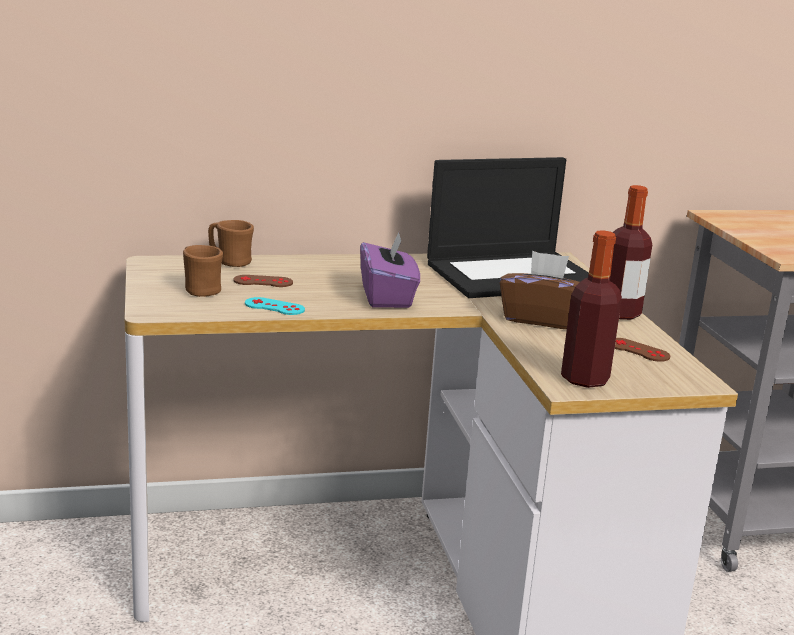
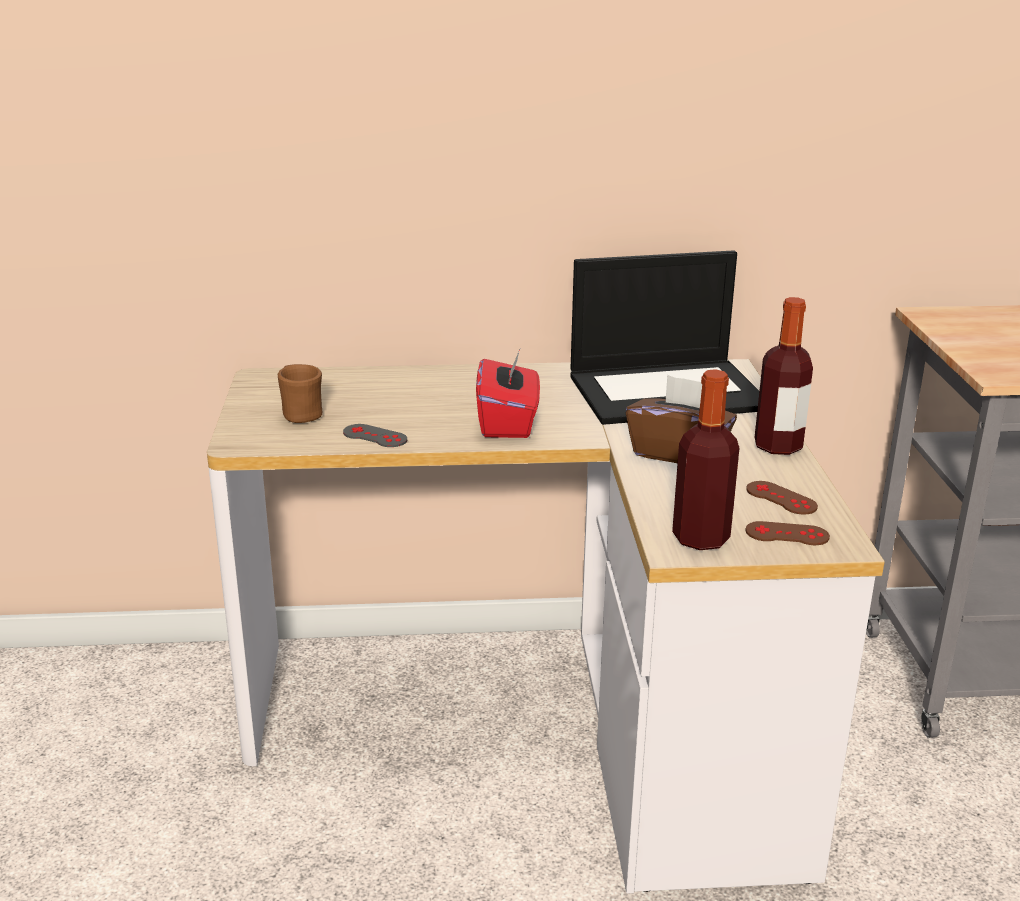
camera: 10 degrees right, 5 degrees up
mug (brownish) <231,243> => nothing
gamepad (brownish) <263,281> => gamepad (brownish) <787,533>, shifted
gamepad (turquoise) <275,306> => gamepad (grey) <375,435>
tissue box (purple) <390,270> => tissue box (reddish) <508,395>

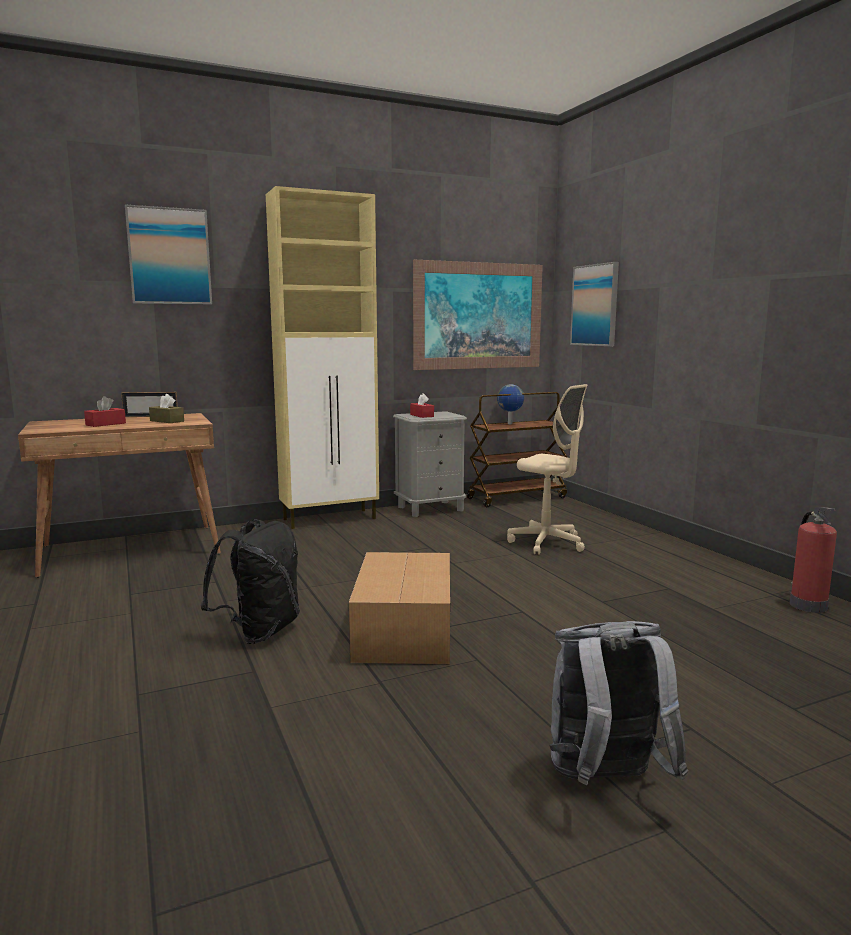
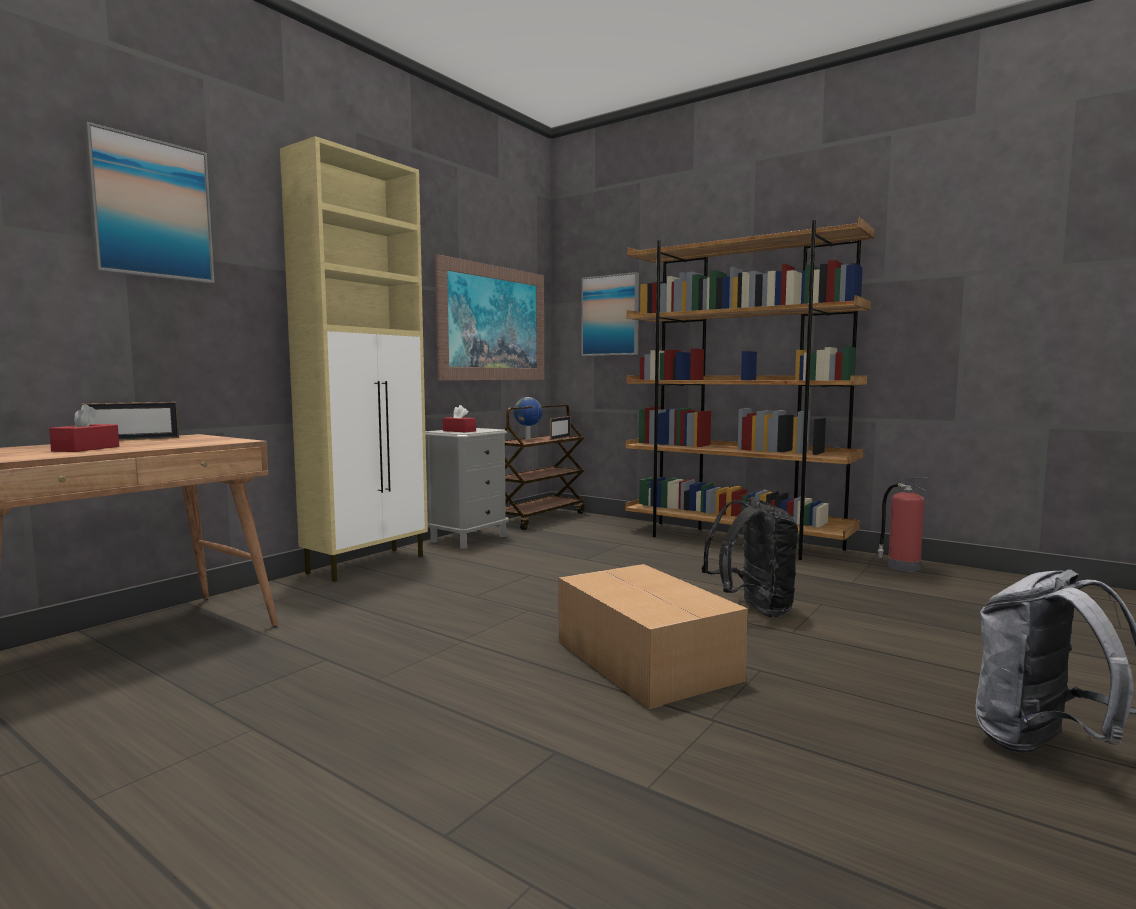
camera: 30 degrees left, 5 degrees down
tissue box (brownish) <166,408> => nothing
computer chair (beige-coloured) <547,469> => nothing
nothing => standing frame <560,428>
nothing => bookshelf (brownish) <750,388>
knapsack (blackish) <250,581> => knapsack (blackish) <750,556>, shifted

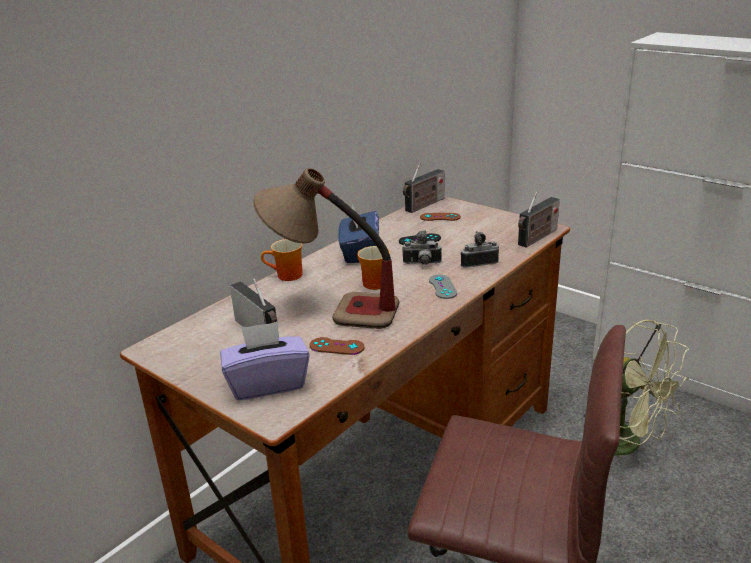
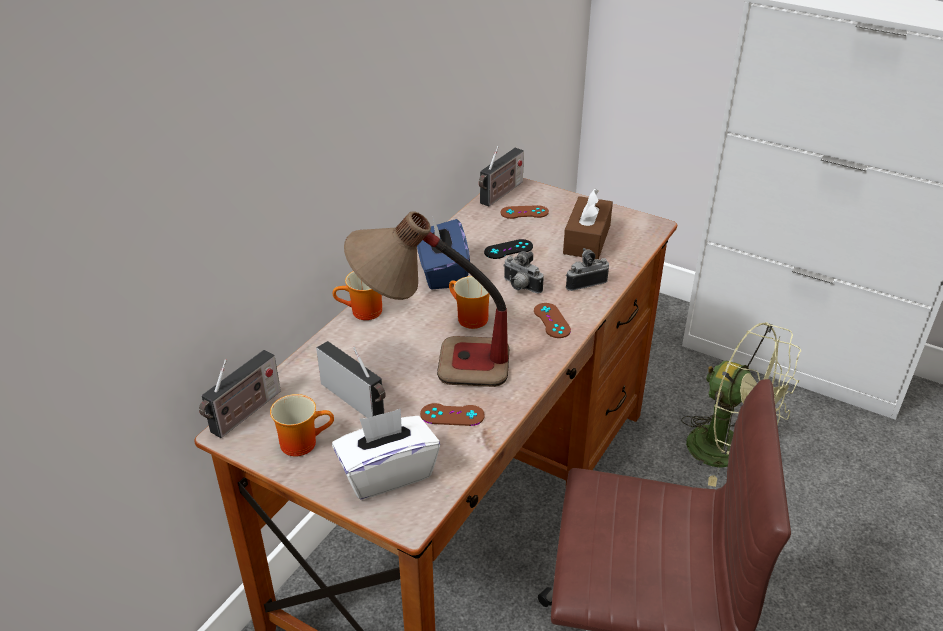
camera: 10 degrees left, 10 degrees up
nothing => mug <302,425>
nothing => tissue box (brownish) <588,224>
radio <539,219> => radio <240,394>, shifted
tissue box (purple) <265,361> => tissue box (white-coloured) <386,454>
gamepad (grey) <443,287> => gamepad (brownish) <552,320>
photo camera <422,247> => photo camera <523,272>, 45 degrees clockwise

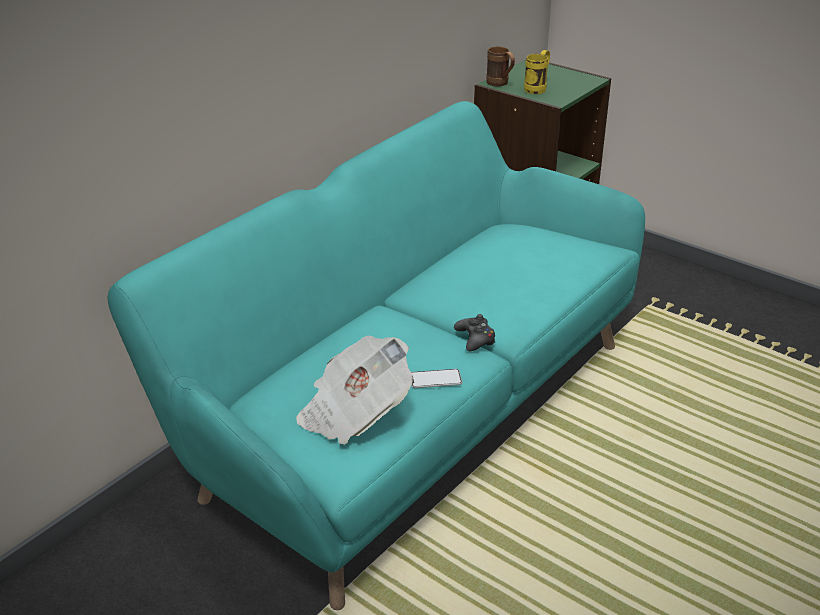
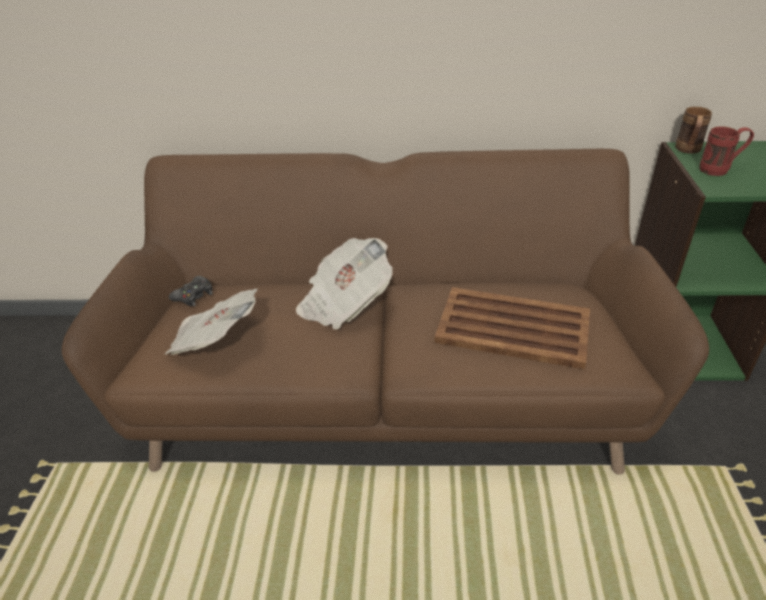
camera: 55 degrees right, 5 degrees up
telephone <436,378> => nothing
nothing => printed paper <344,284>
nothing => tray (brownish) <512,328>
gamepad (blackish) <474,332> => gamepad (blackish) <191,291>, shifted
settee (turquoise) <376,355> => settee (brownish) <385,312>
mug (yellow) <537,72> => mug (reddish) <726,151>

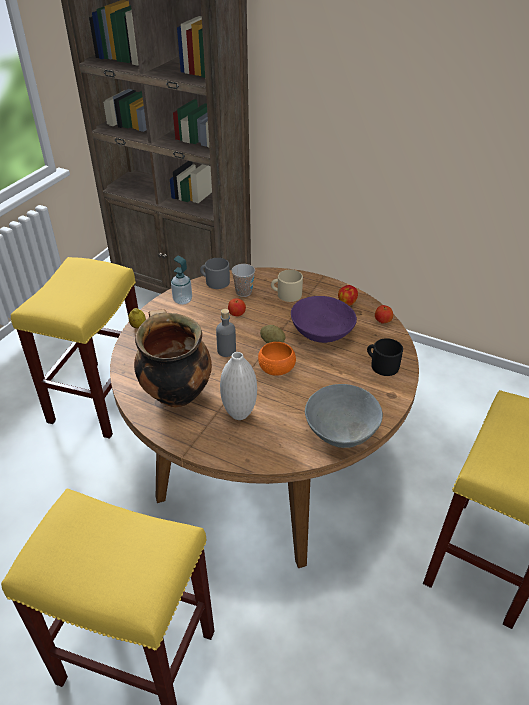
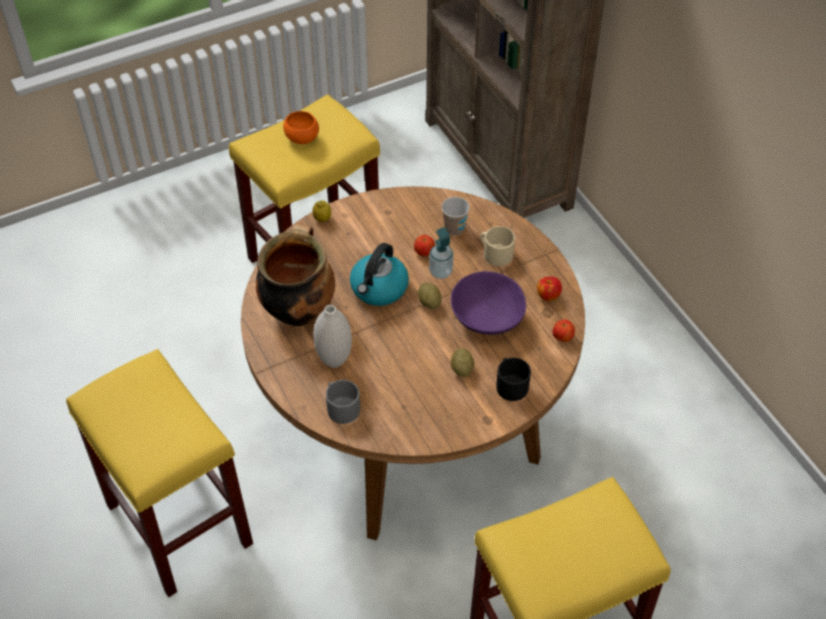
camera: 35 degrees right, 10 degrees up
bowl (grey) <344,416> => nothing
nothing => potato <462,362>
soap bottle <181,280> => soap bottle <441,253>, shifted
mug (grey) <215,273> => mug (grey) <343,402>, shifted
bowl (orange-coloured) <277,359> => bowl (orange-coloured) <301,127>, shifted
bottle (grey) <226,333> => tea kettle <379,274>

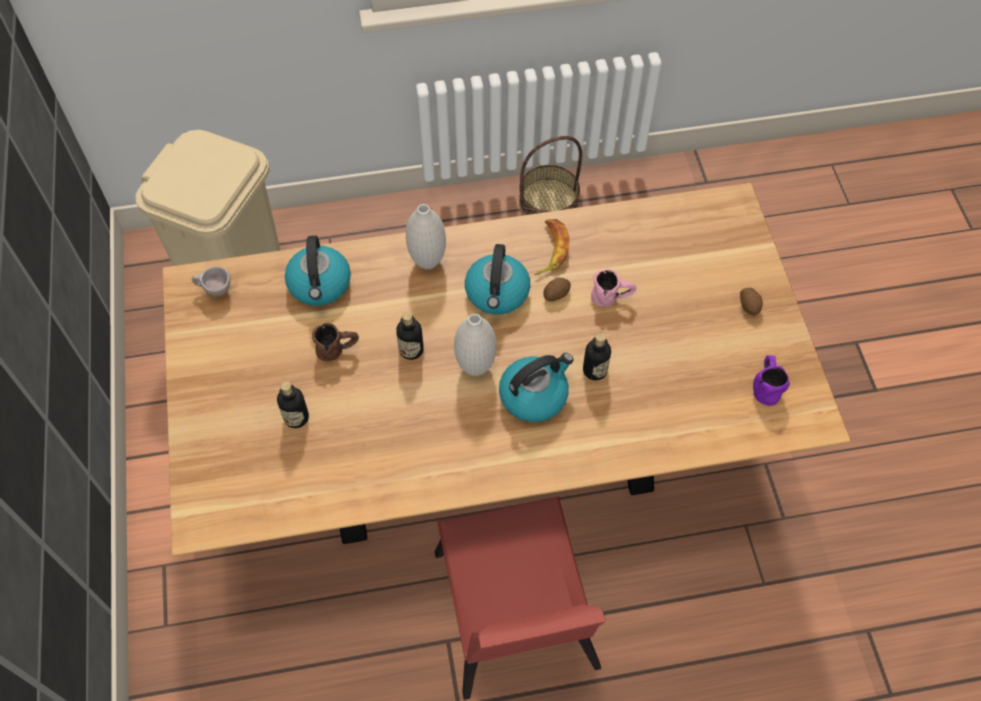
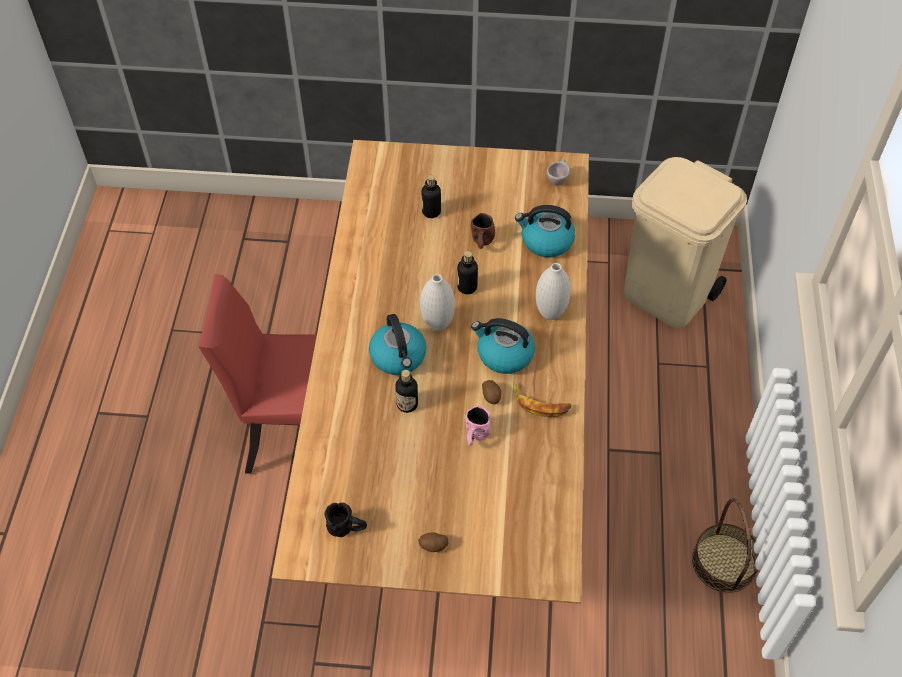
camera: 105 degrees right, 5 degrees down
mug (purple) <771,380> => mug (blackish) <346,520>

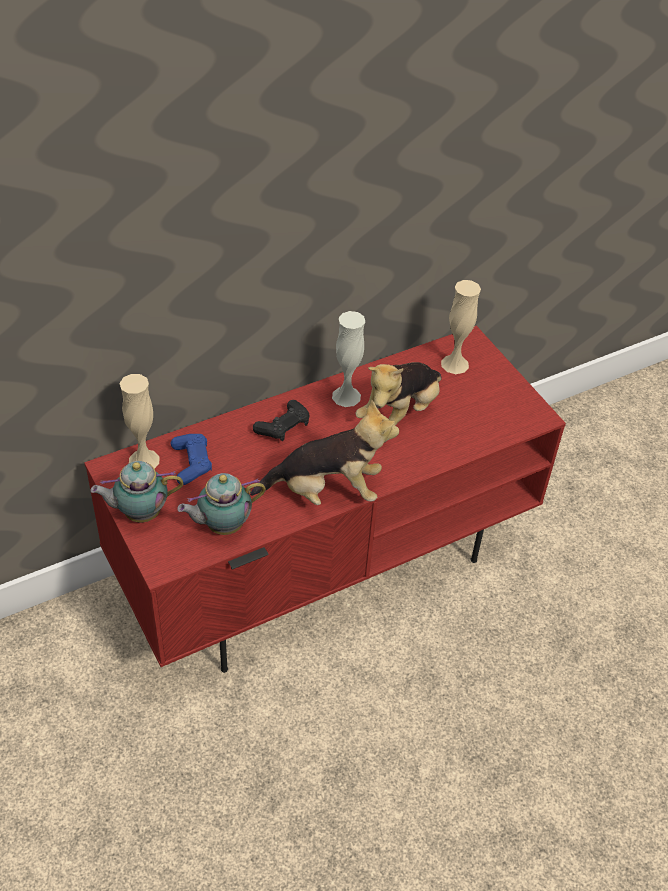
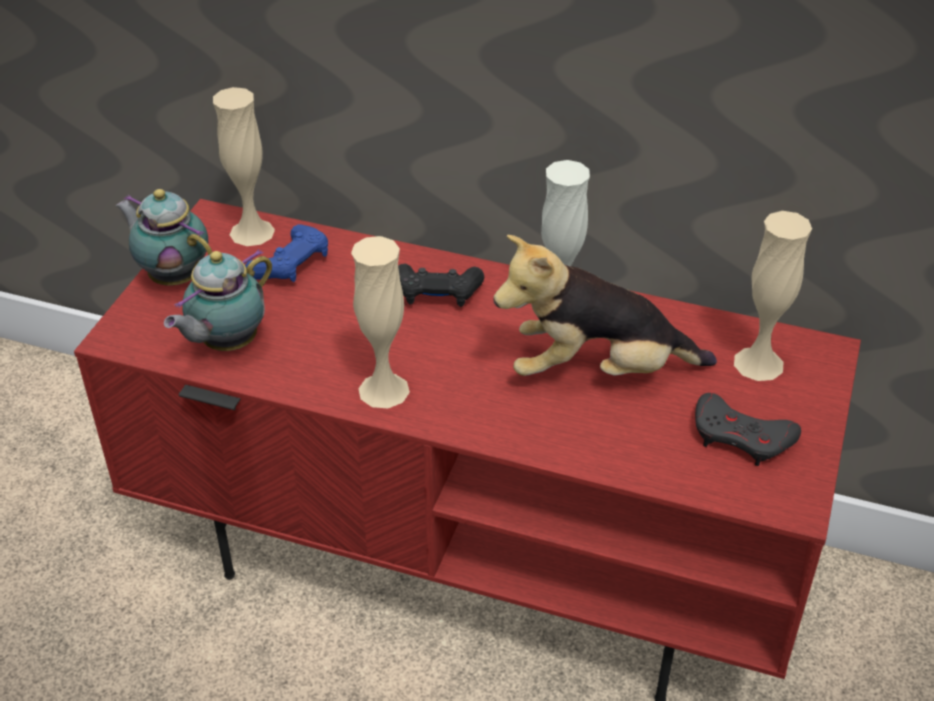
camera: 50 degrees right, 5 degrees down
nothing => gamepad (grey) <748,429>
cuddly toy <324,452> => vase (beige-coloured) <380,322>
tea pot <221,504> => tea pot <218,300>, 75 degrees counterclockwise

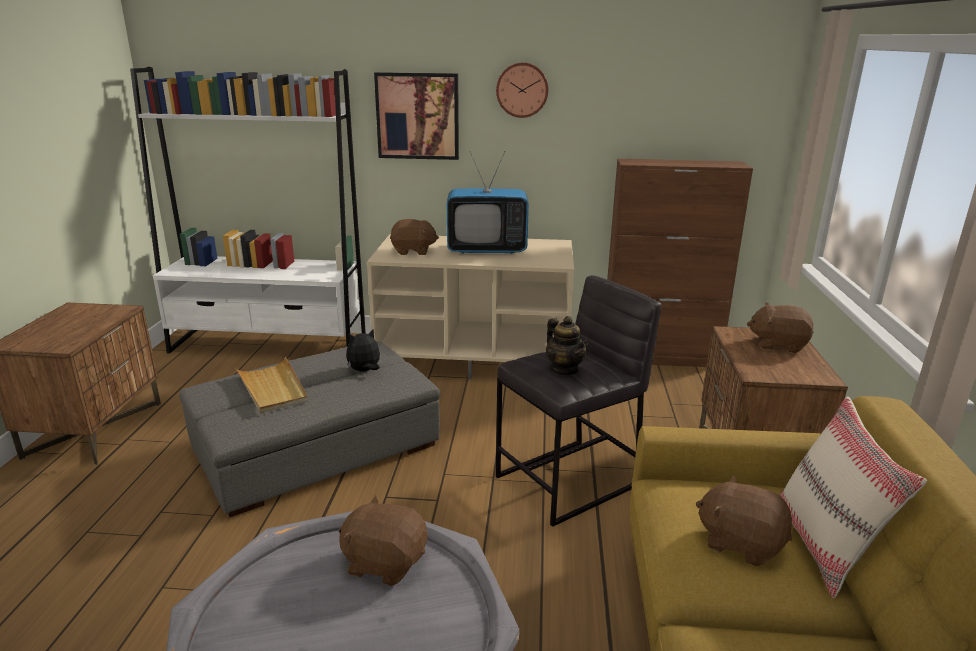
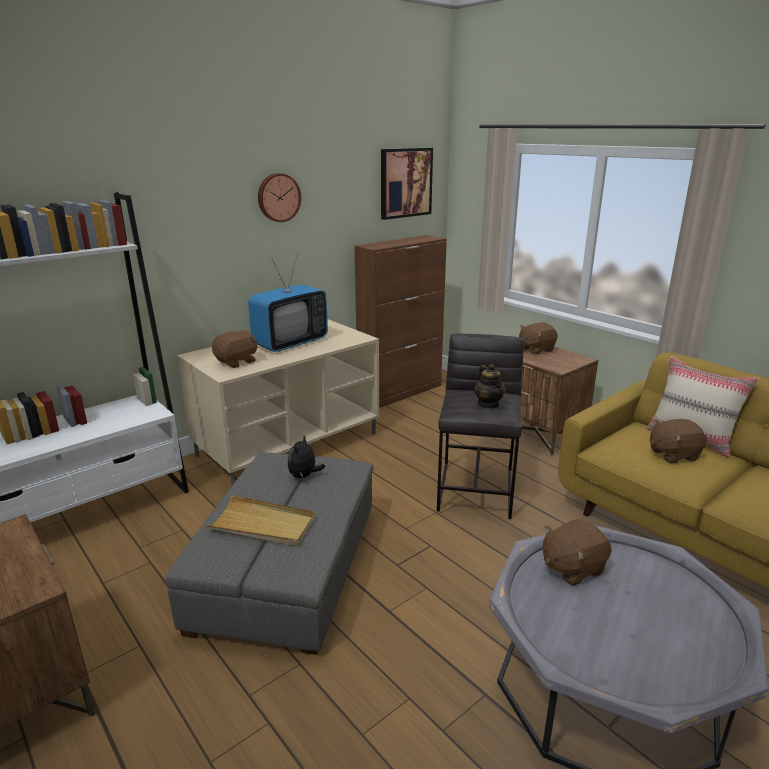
camera: 45 degrees left, 0 degrees up
wall art <416,116> => wall art <407,184>, shifted
tea pot <567,345> => tea pot <490,386>, 60 degrees clockwise

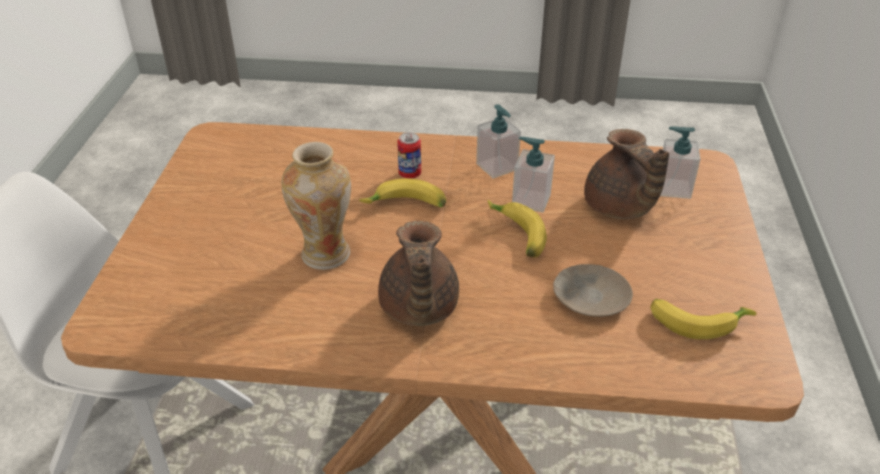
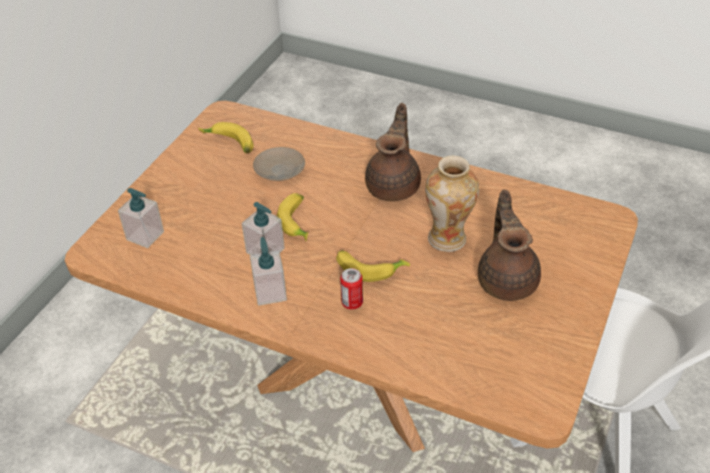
camera: 160 degrees left, 5 degrees up
tea pot (brownish) <626,174> => tea pot (brownish) <509,245>, shifted

